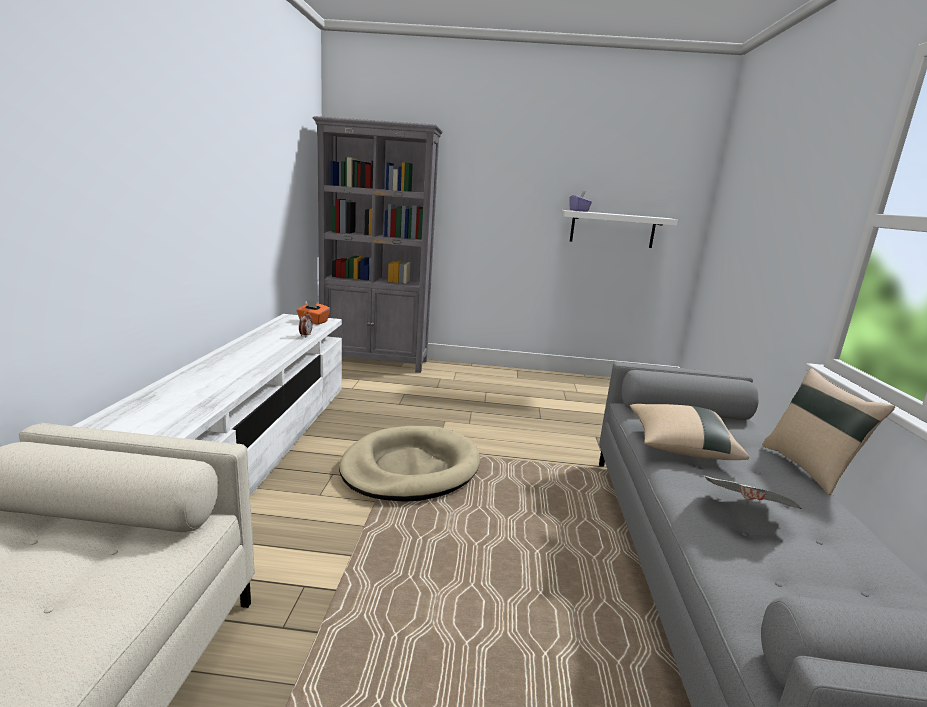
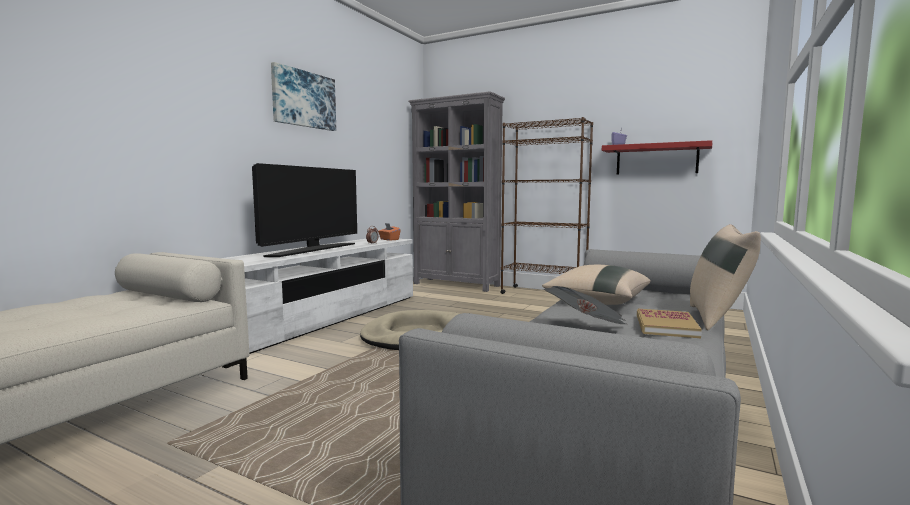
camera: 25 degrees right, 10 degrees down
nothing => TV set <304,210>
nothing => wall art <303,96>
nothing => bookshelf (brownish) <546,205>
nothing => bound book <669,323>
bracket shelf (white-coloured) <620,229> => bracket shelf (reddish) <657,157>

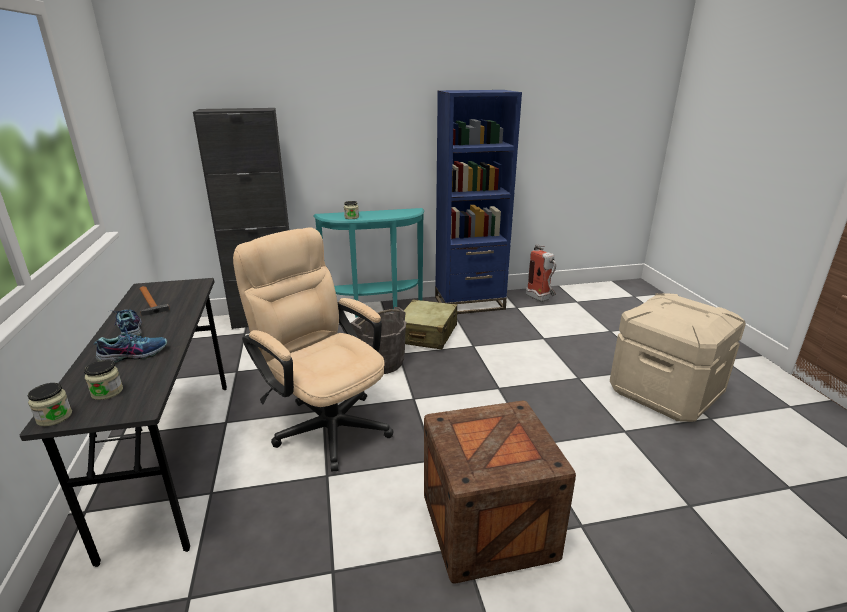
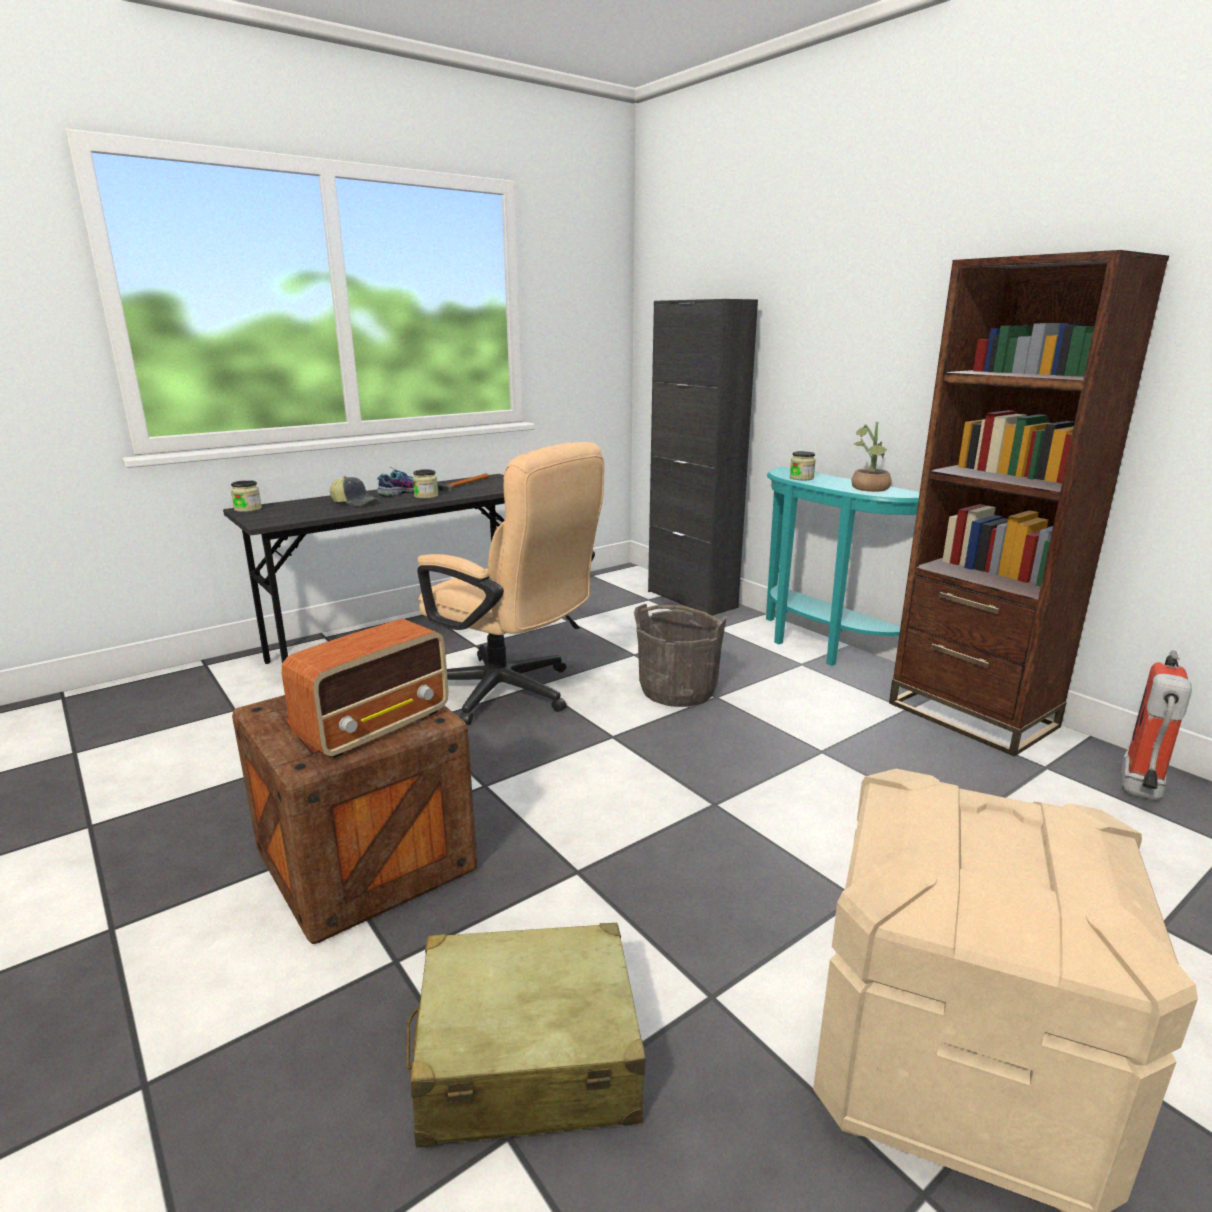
camera: 65 degrees right, 5 degrees down
nothing => radio <365,688>
nothing => houseplant <871,456>
jar <103,380> => jar <425,484>, shifted
piece of luggage (beige-coloured) <430,324> => piece of luggage (beige-coloured) <526,1035>, shifted
item of footwear <130,345> => peaked cap <354,491>
bookshelf (blue-coloured) <478,202> => bookshelf (brownish) <1029,503>
computer chair (beige-coloured) <313,349> => computer chair (beige-coloured) <510,583>, 105 degrees clockwise

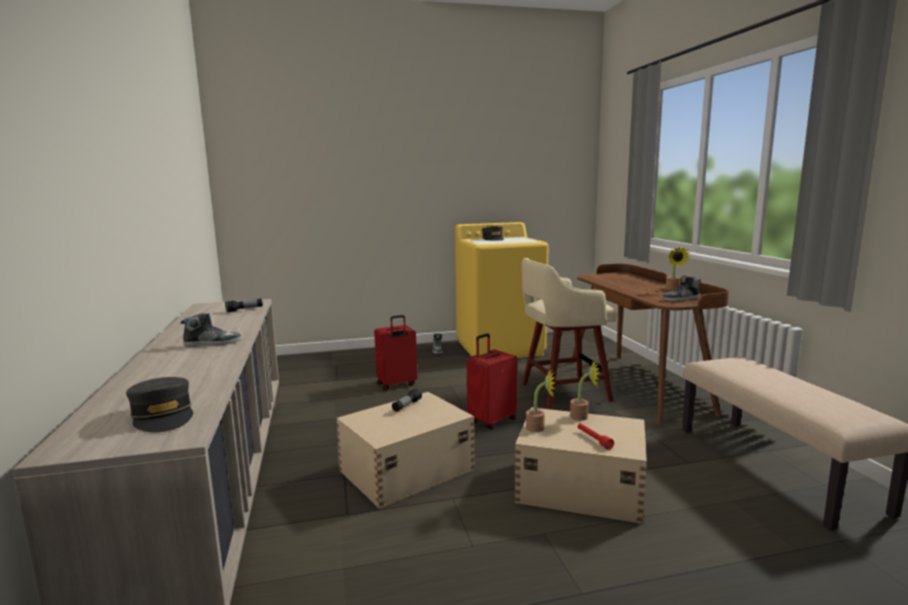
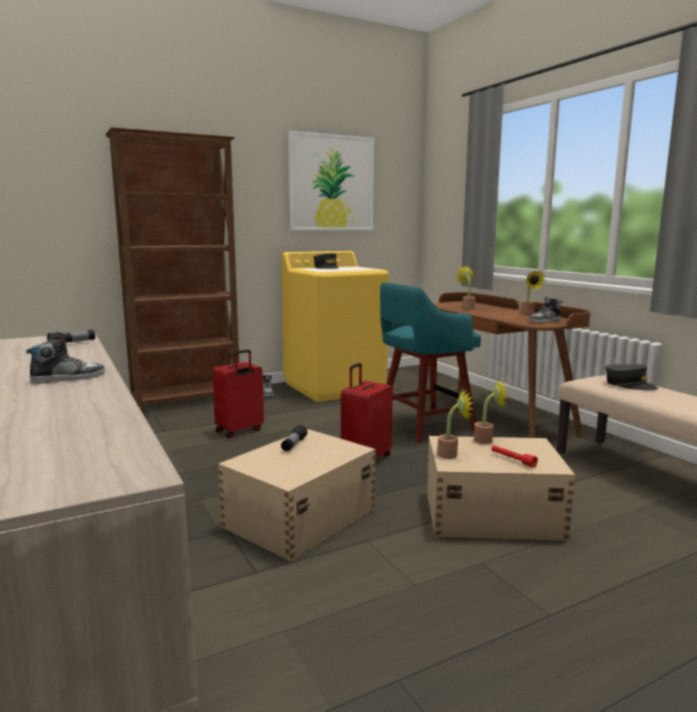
camera: 15 degrees left, 0 degrees up
nothing => bookshelf (brownish) <172,269>
nothing => wall art <331,180>
nothing => houseplant <465,287>
peaked cap (grey) <159,405> => peaked cap (grey) <631,377>, shifted
stool (beige-coloured) <569,333> => stool (turquoise) <430,362>

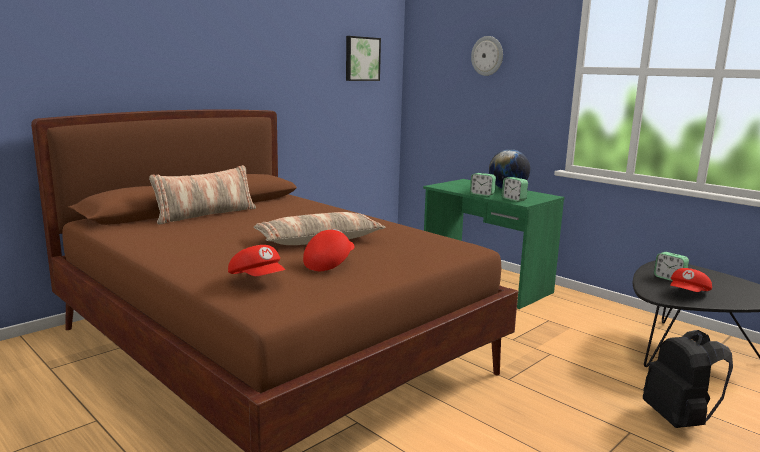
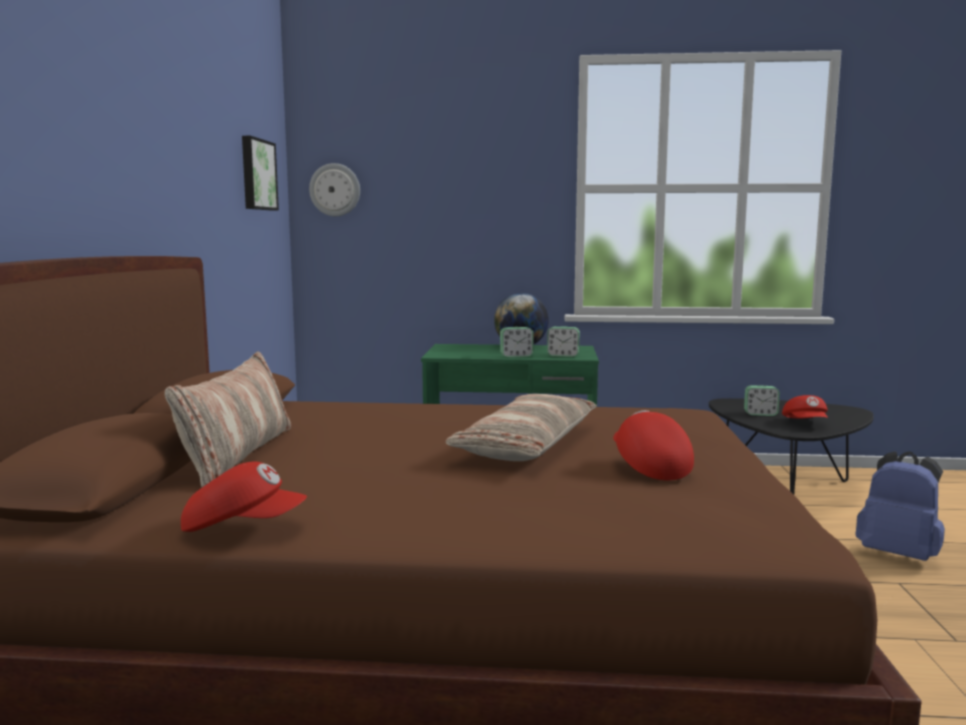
camera: 40 degrees left, 5 degrees down
peaked cap (reddish) <257,260> => peaked cap (reddish) <244,497>, shifted
wall clock <487,56> => wall clock <334,189>, shifted
knapsack (blackish) <688,379> => knapsack (blue-coloured) <900,506>

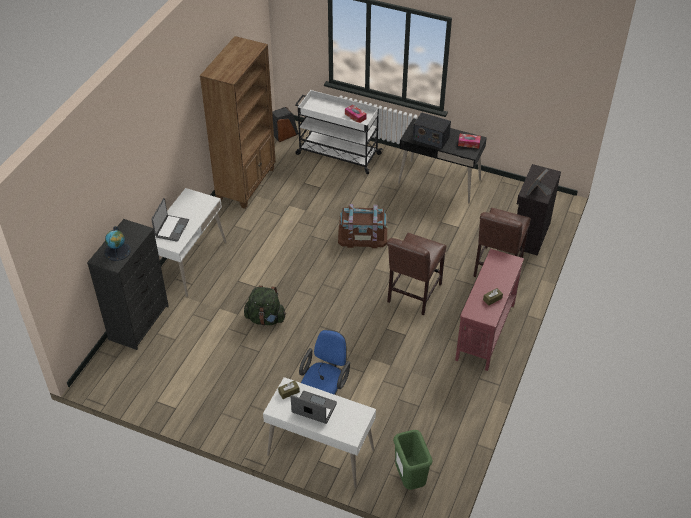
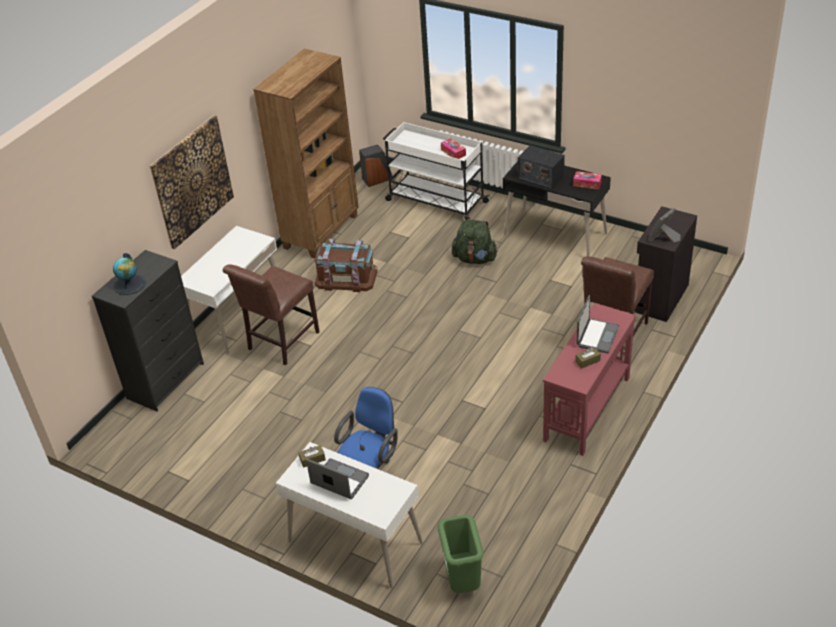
camera: 10 degrees right, 5 degrees down
nothing => wall art <192,182>
laptop <170,220> => laptop <597,324>, shifted
knapsack (greenish) <265,305> => knapsack (greenish) <475,242>, shifted
storage container (brownish) <362,226> => storage container (brownish) <346,265>, shifted
plain chair (brownish) <416,274> => plain chair (brownish) <271,314>, shifted

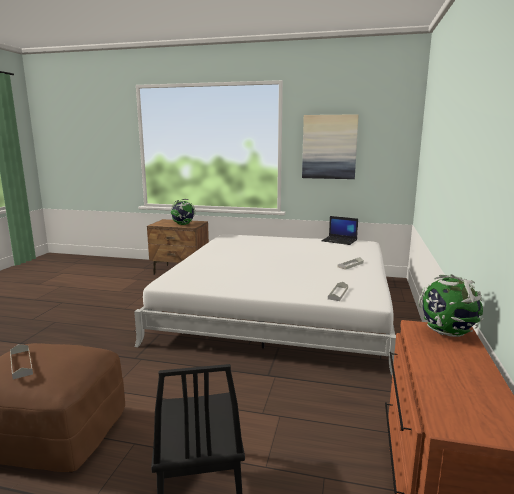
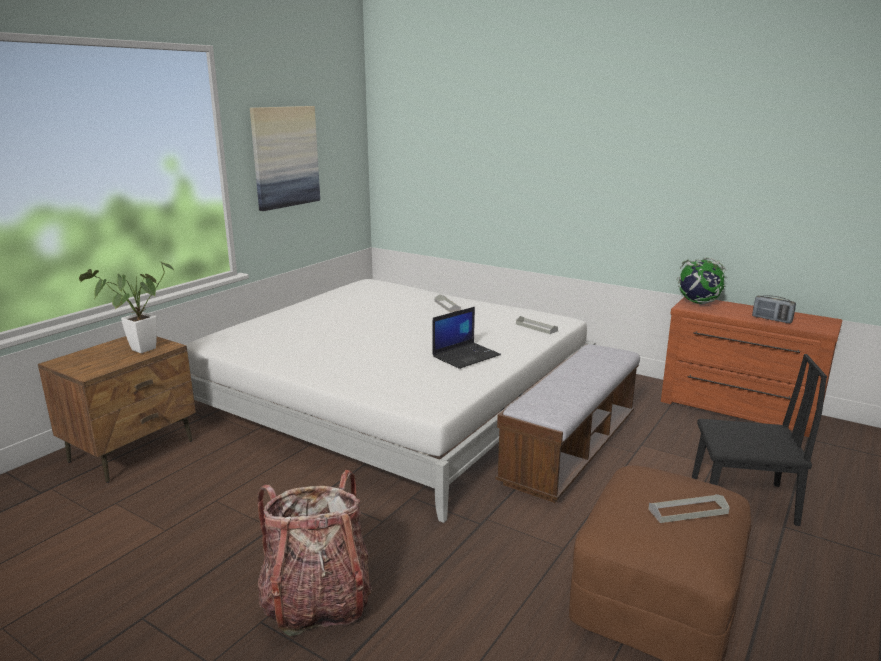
camera: 70 degrees left, 5 degrees up
nothing => knapsack <315,553>
nothing => bench <567,423>
nothing => radio <774,309>
laptop <339,230> => laptop <466,338>, shifted
world globe <183,212> => houseplant <126,307>

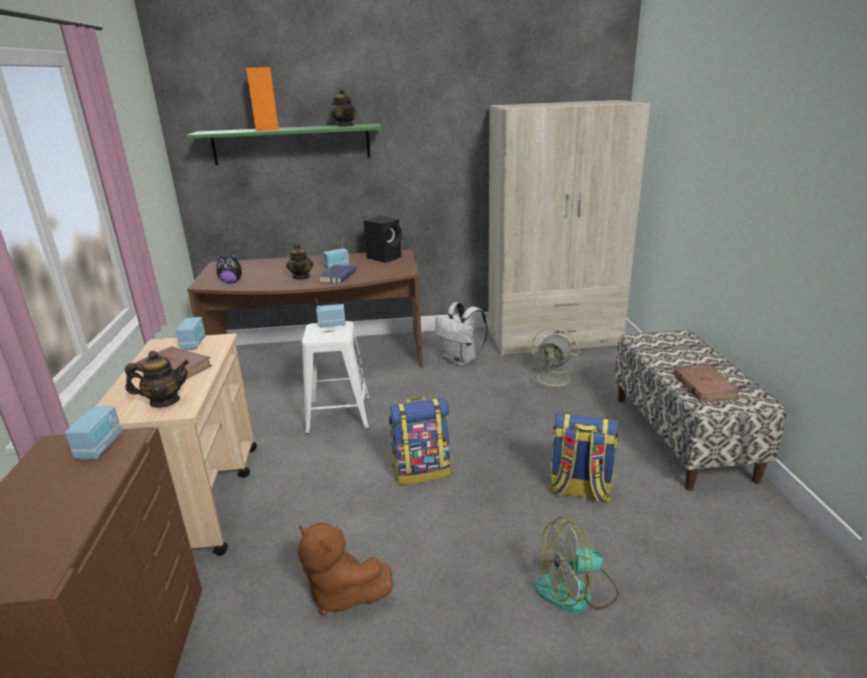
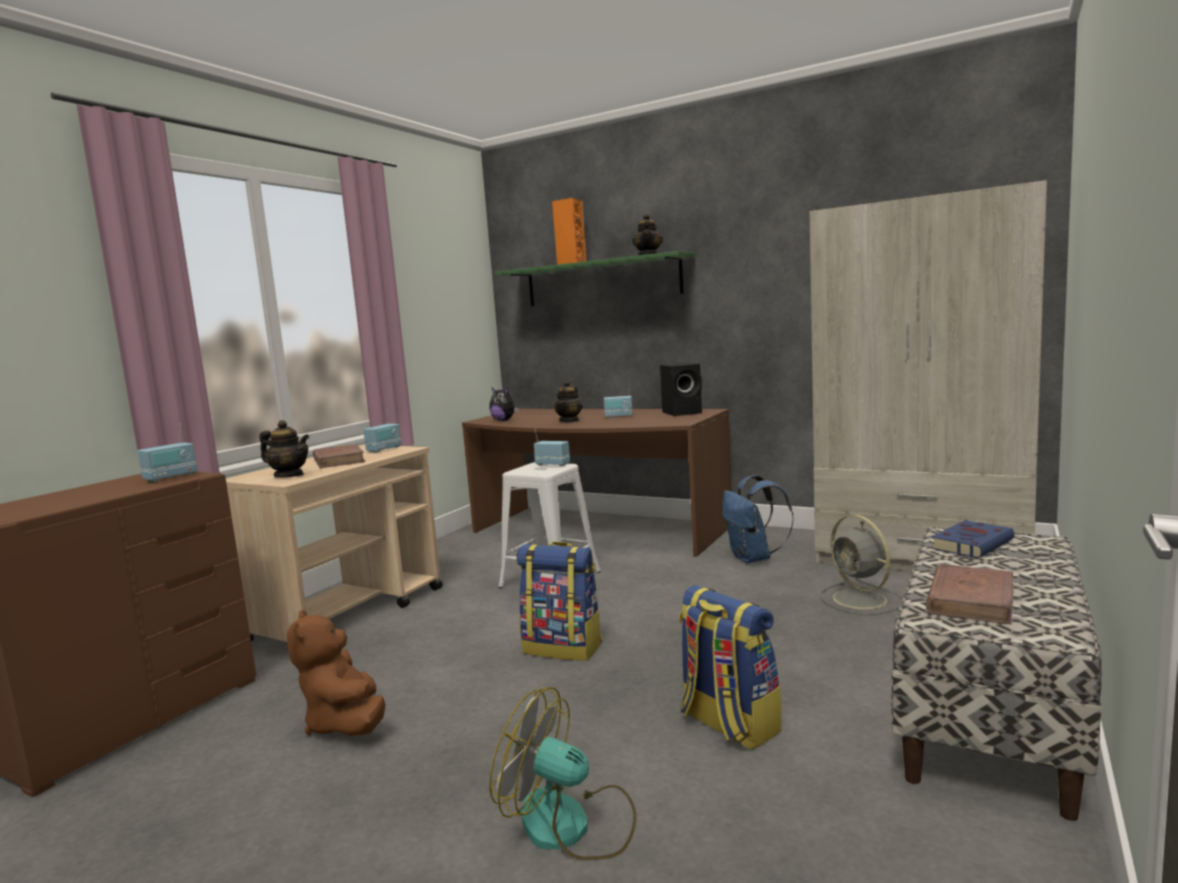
camera: 35 degrees right, 15 degrees down
bound book (blue-coloured) <337,274> => bound book (blue-coloured) <973,539>, shifted
knapsack (white-coloured) <461,334> => knapsack (blue-coloured) <758,519>

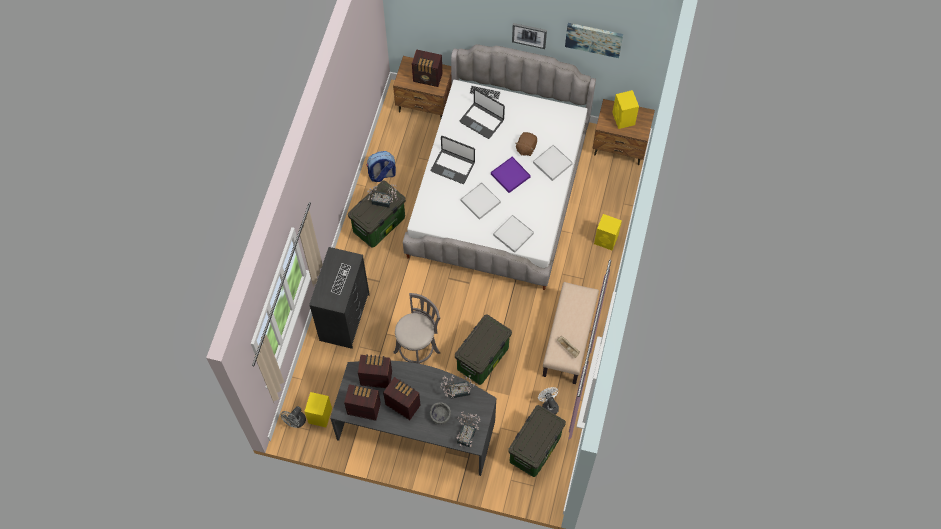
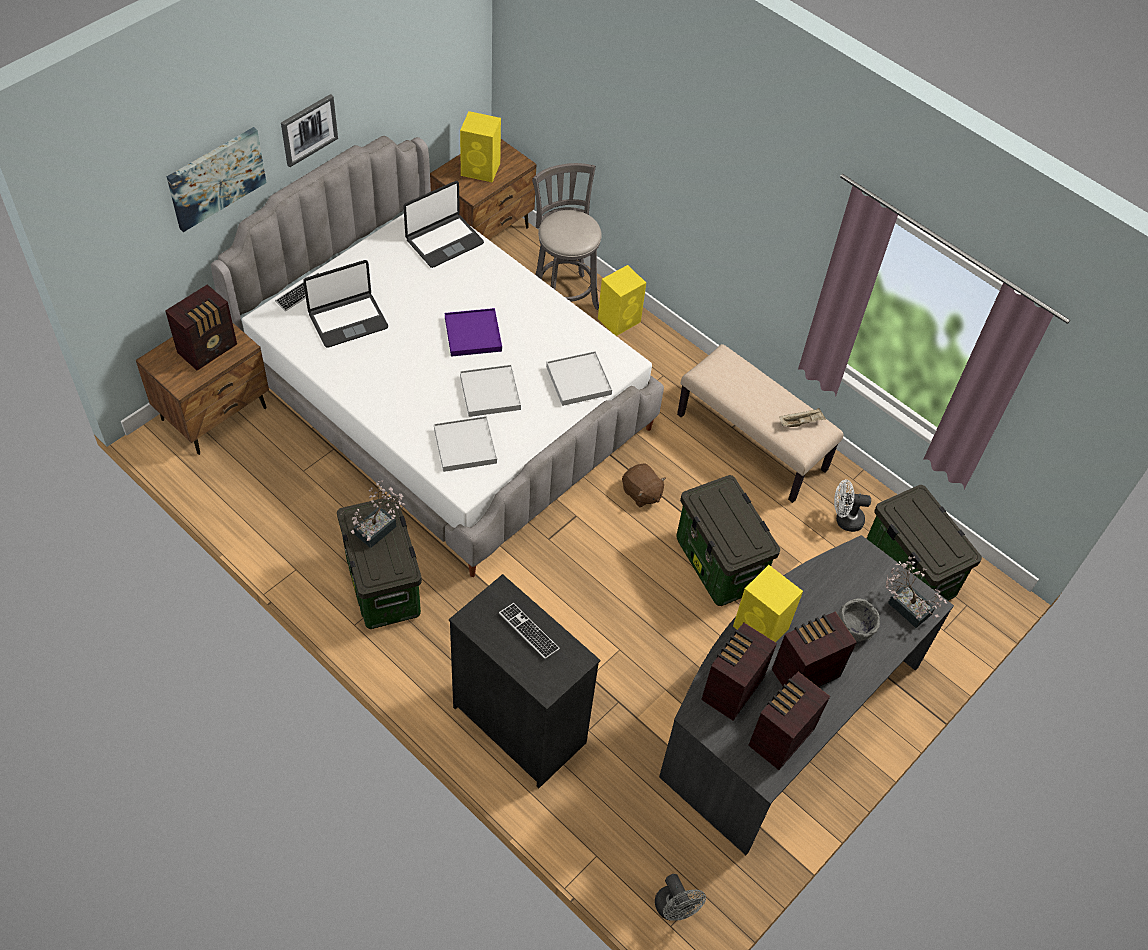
camera: 65 degrees left, 10 degrees down
knapsack <381,166> => nothing
houseplant <457,386> => nothing
speaker (yellow) <318,409> => speaker (yellow) <768,603>, shifted
stool (grey) <416,328> => stool (grey) <567,236>, shifted
laptop <453,160> => laptop <443,224>, shifted
cuddly toy (brownish) <526,144> => cuddly toy (brownish) <644,485>, shifted
tray (white-coloured) <553,163> => tray (white-coloured) <465,444>, shifted
wall art <594,40> => wall art <216,179>, shifted

